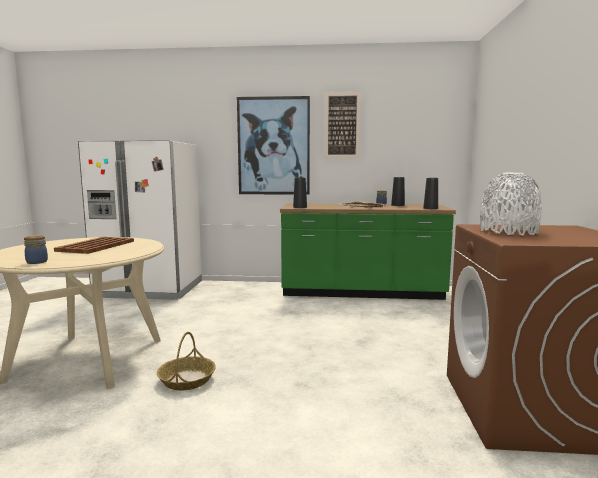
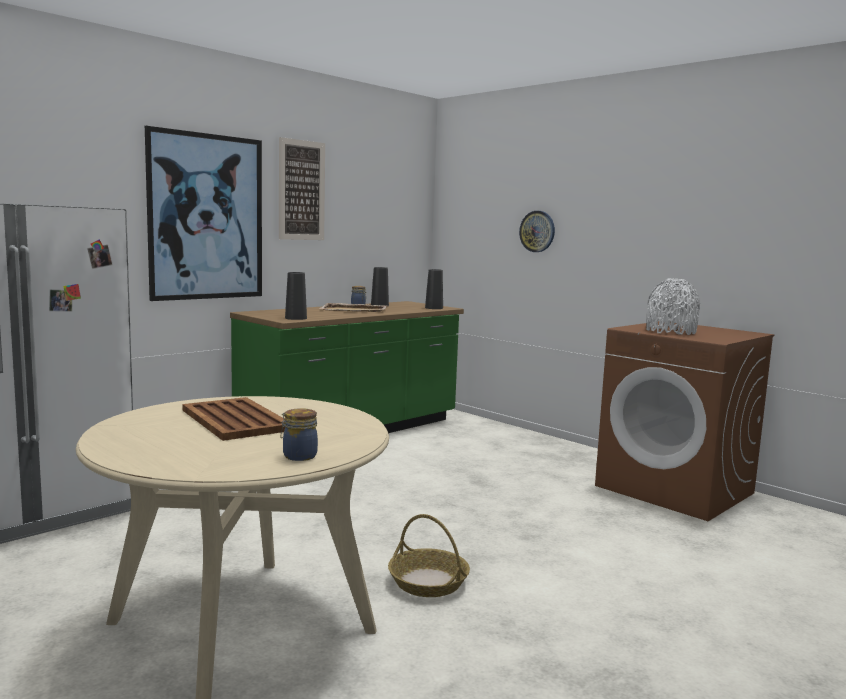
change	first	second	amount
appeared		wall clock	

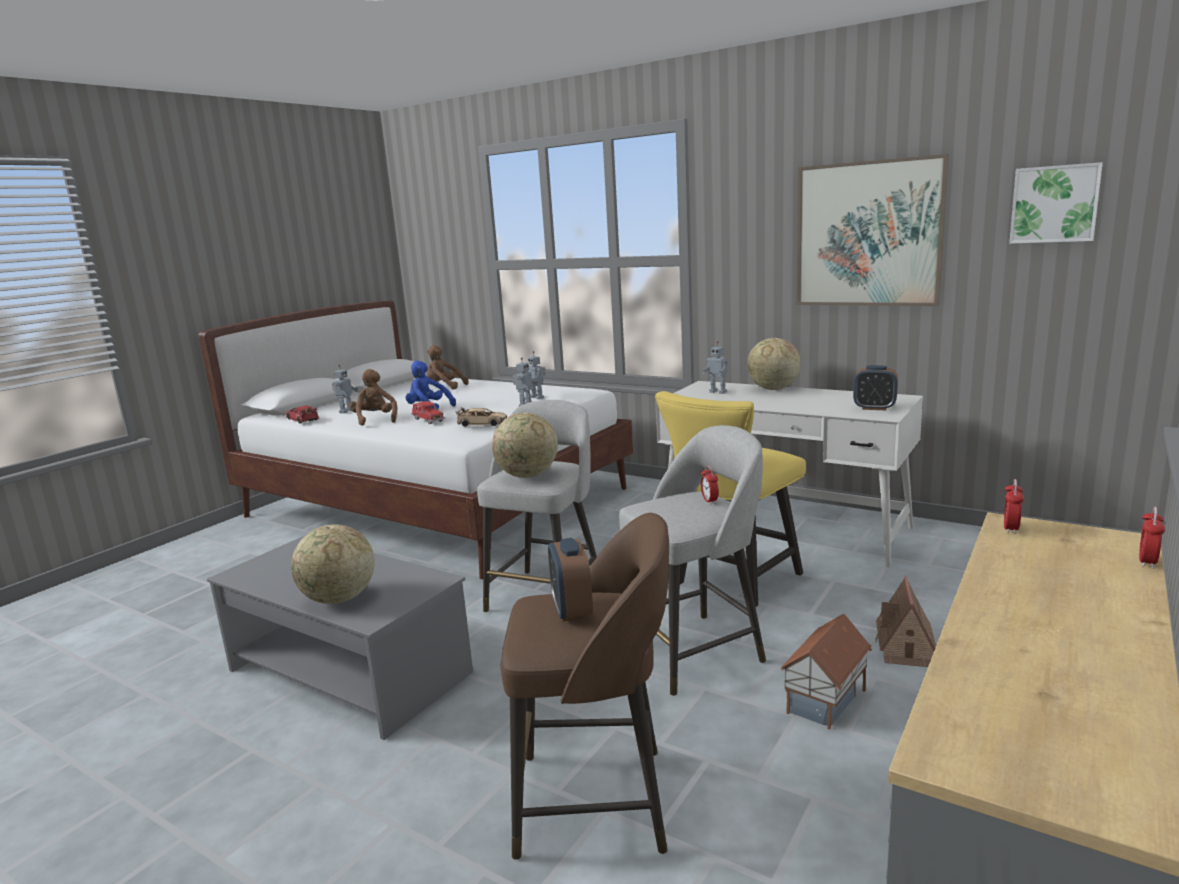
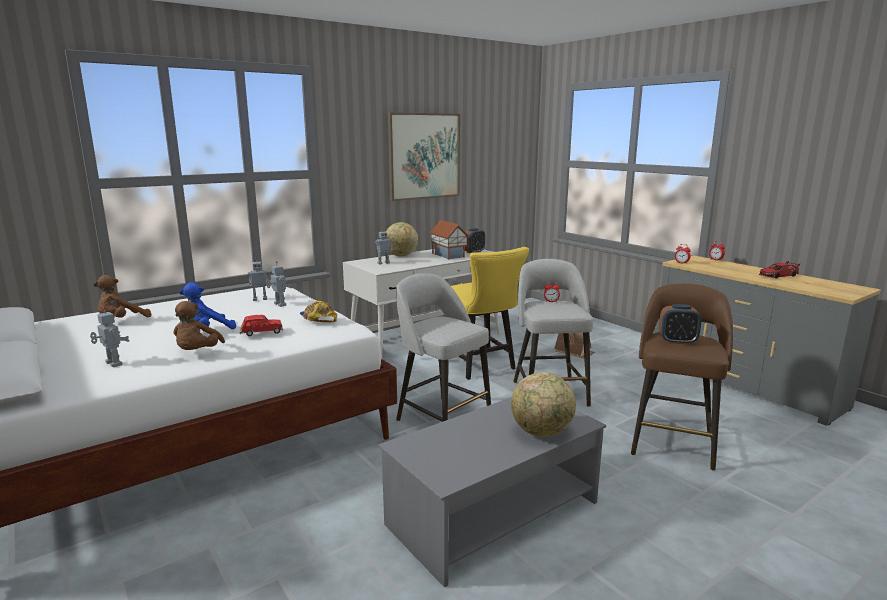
change	first	second	amount
spun	brownish cuddly toy (no. 1 from left in the first image)	brownish cuddly toy (no. 2 from left)	90 degrees counterclockwise
exchanged	beige model car	baseball cap	
relocated	model house (no. 1 from left)		
relocated	red model car (no. 1 from left in the first image)	red model car (no. 2 from left)	
missing	globe (no. 2 from left)		
missing	wall art (no. 2 from left)		

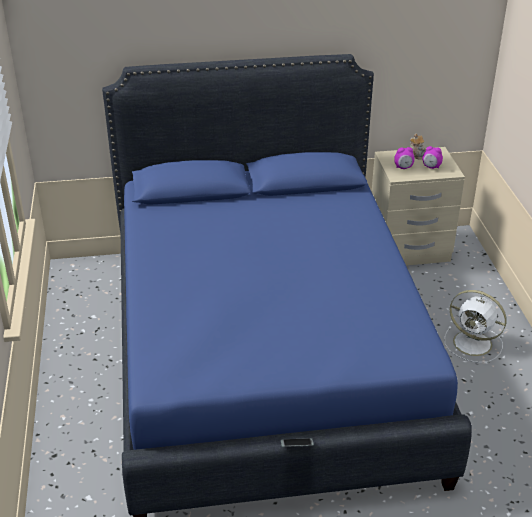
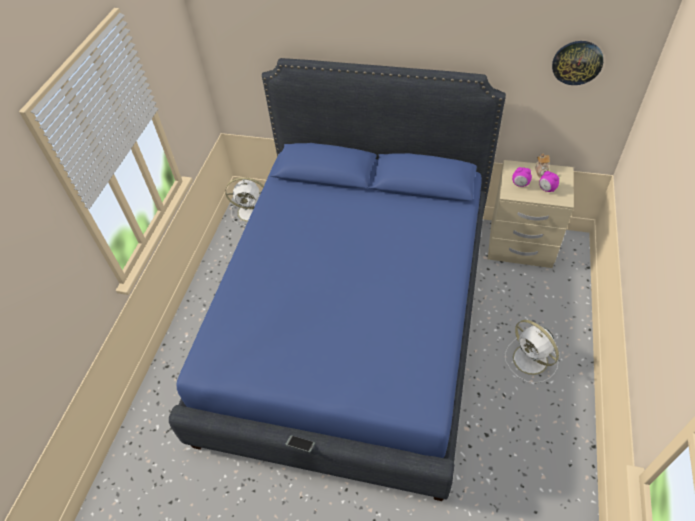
change	first	second	amount
appeared		white fan (no. 1 from left)	
appeared		wall clock	

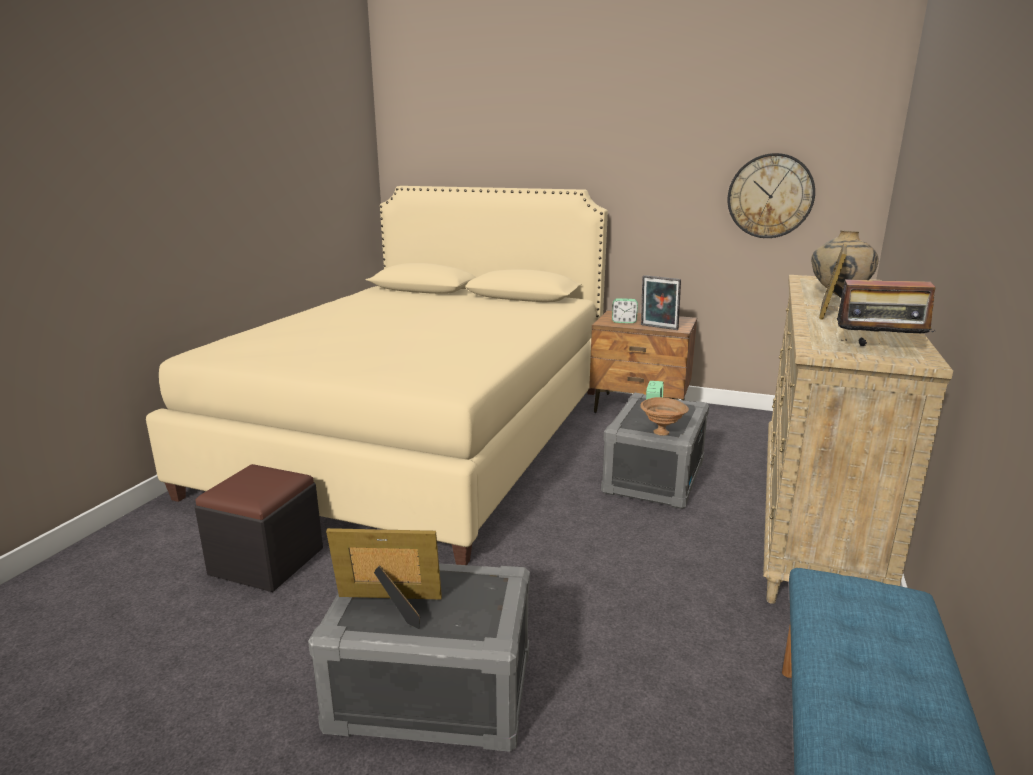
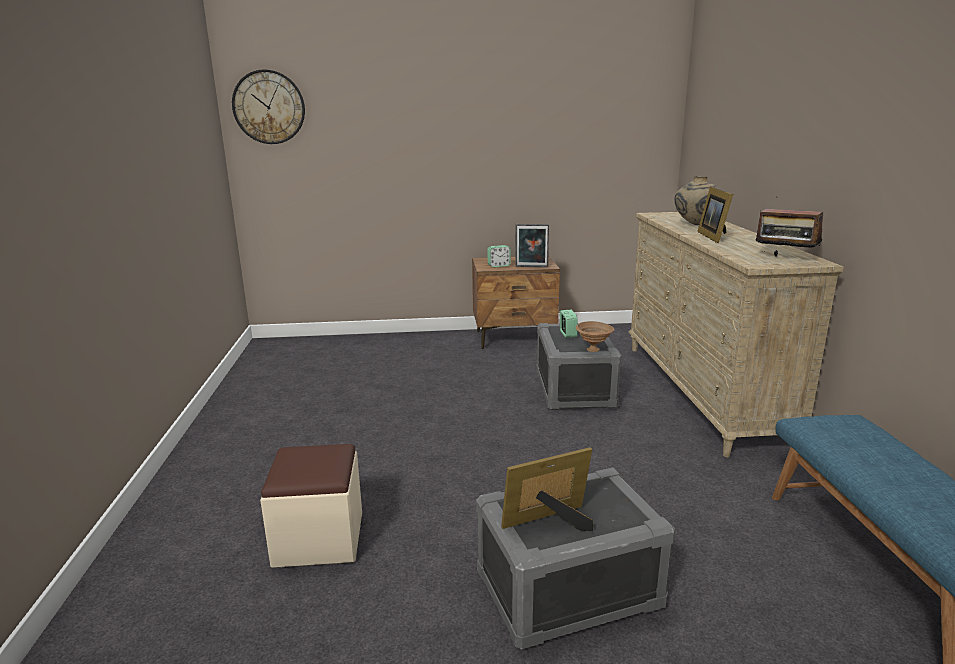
change	first	second	amount
relocated	wall clock		
colour	blackish footrest	beige footrest	
spun	radio set		45 degrees clockwise
missing	beige bedroom bed		

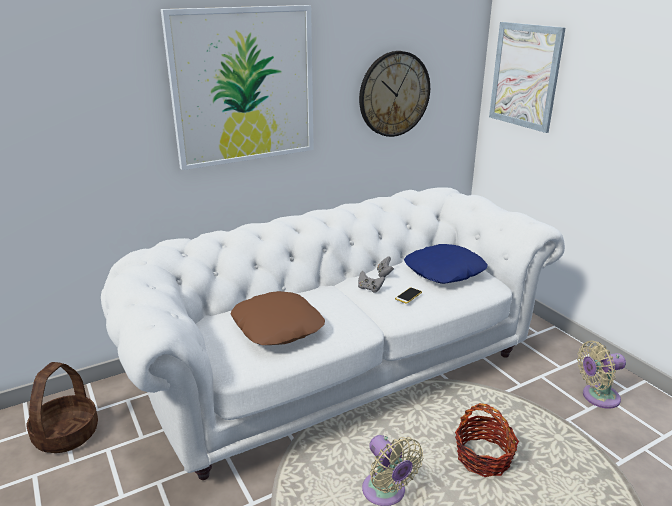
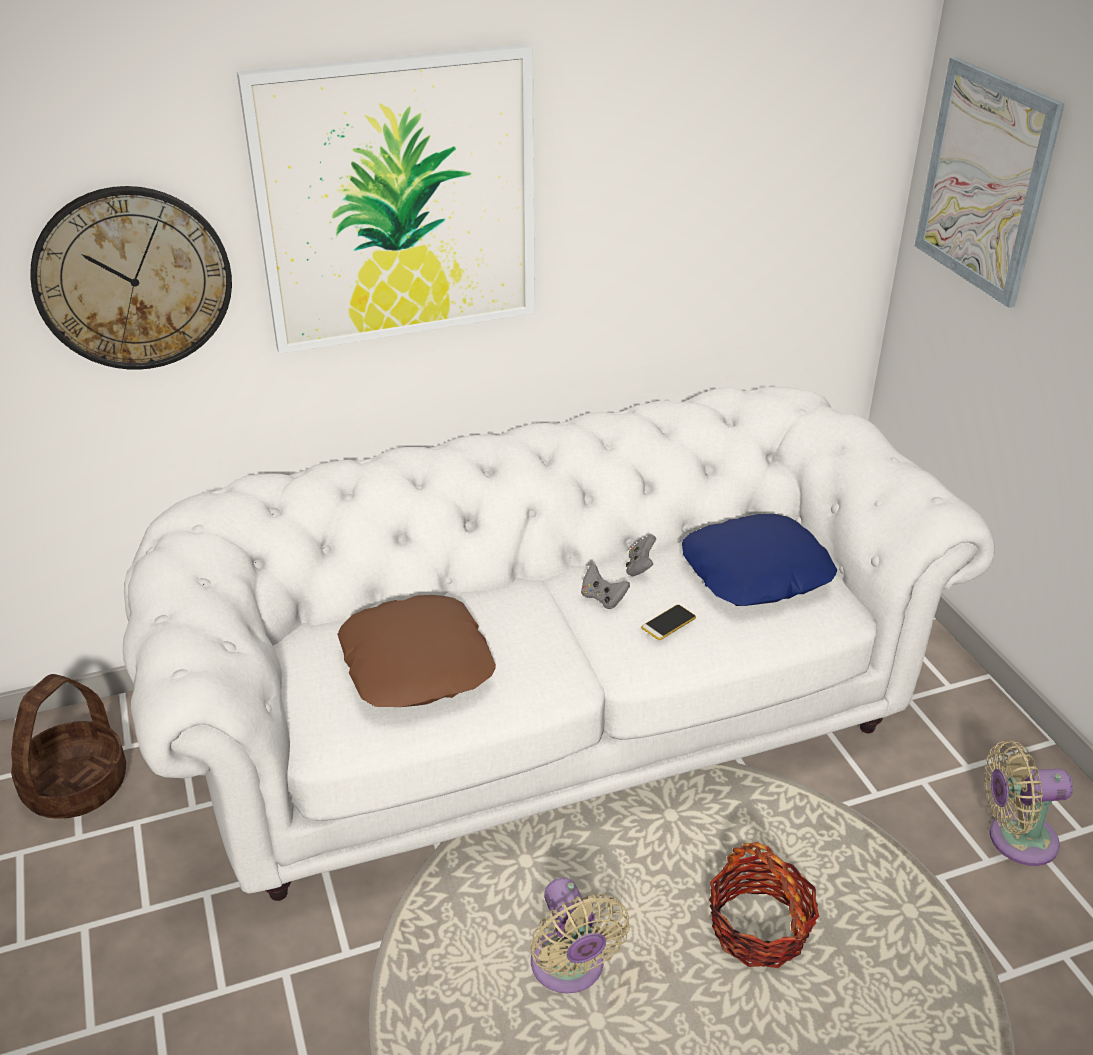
change	first	second	amount
relocated	wall clock		

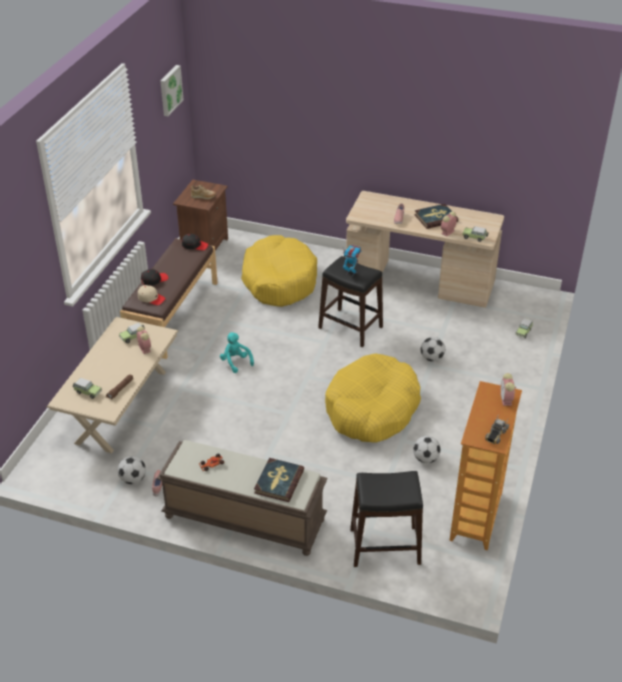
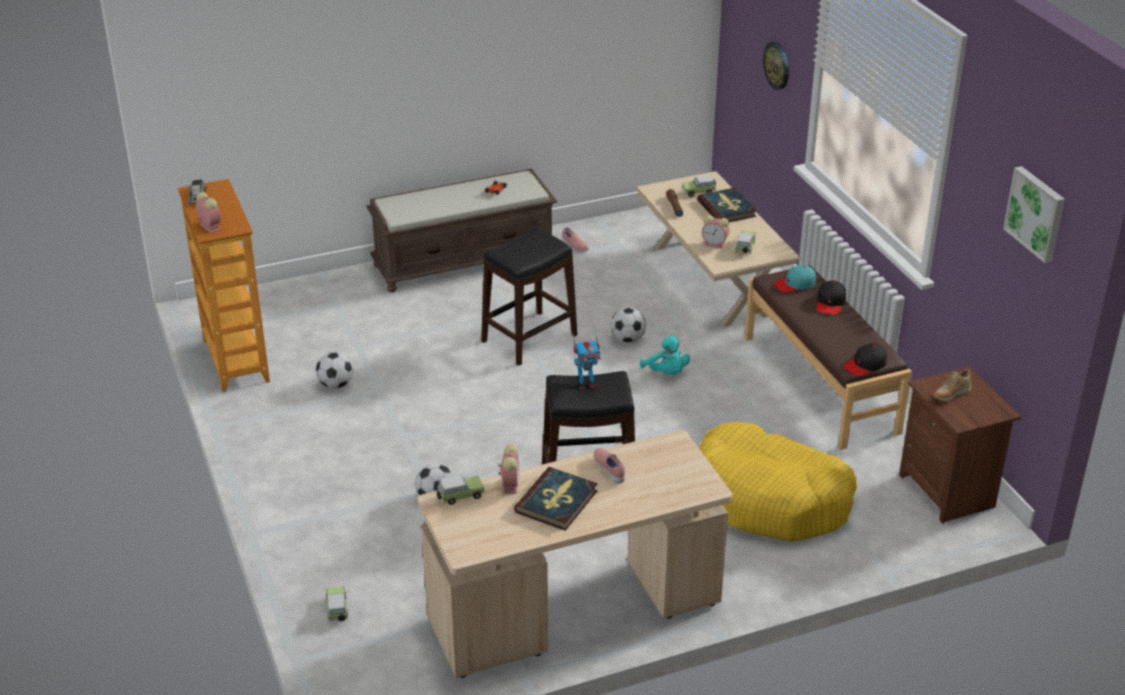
change	first	second	amount
relocated	blackish stool seat (no. 2 from left in the first image)	blackish stool seat (no. 1 from left)	
relocated	football (no. 1 from left in the first image)	football (no. 3 from left)	
spun	turquoise-coloured cuddly toy		45 degrees clockwise
relocated	book (no. 1 from left in the first image)	book (no. 2 from left)	
appeared		wall clock	
colour	beige baseball cap	turquoise-coloured baseball cap	
missing	yellow dog cushion (no. 2 from left)		

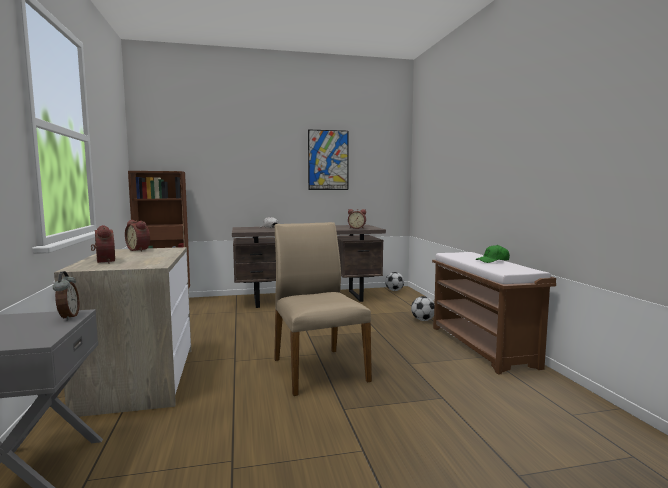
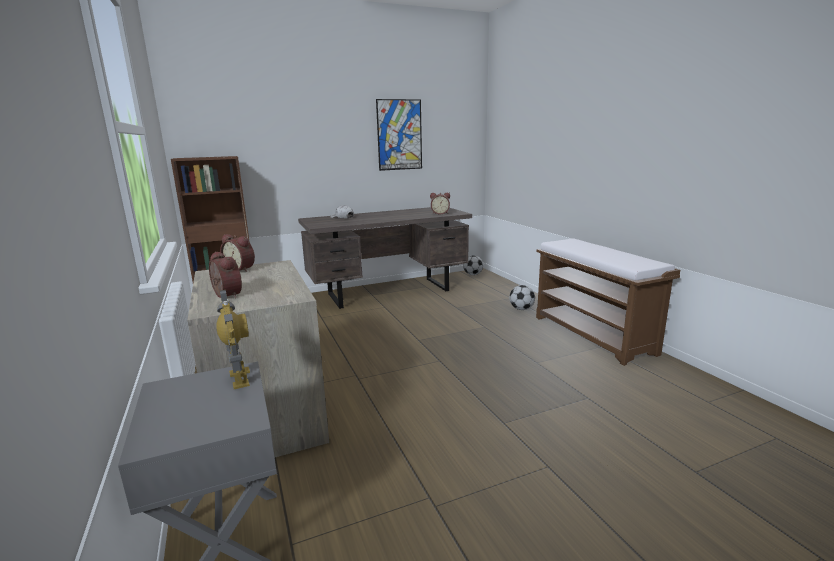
change	first	second	amount
exchanged	table clock (no. 1 from left)	toy robot	
missing	beige chair		
missing	green-coloured baseball cap		

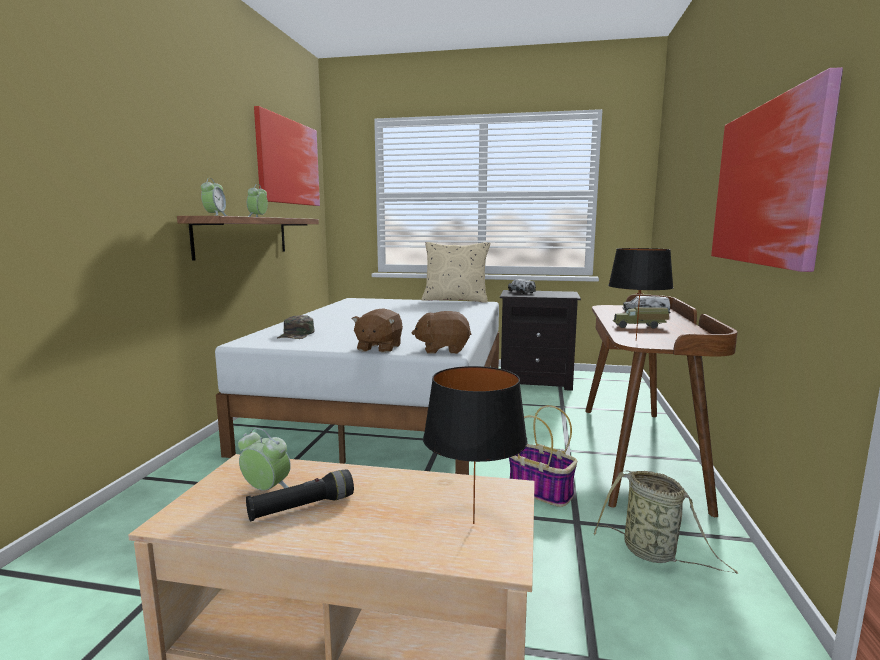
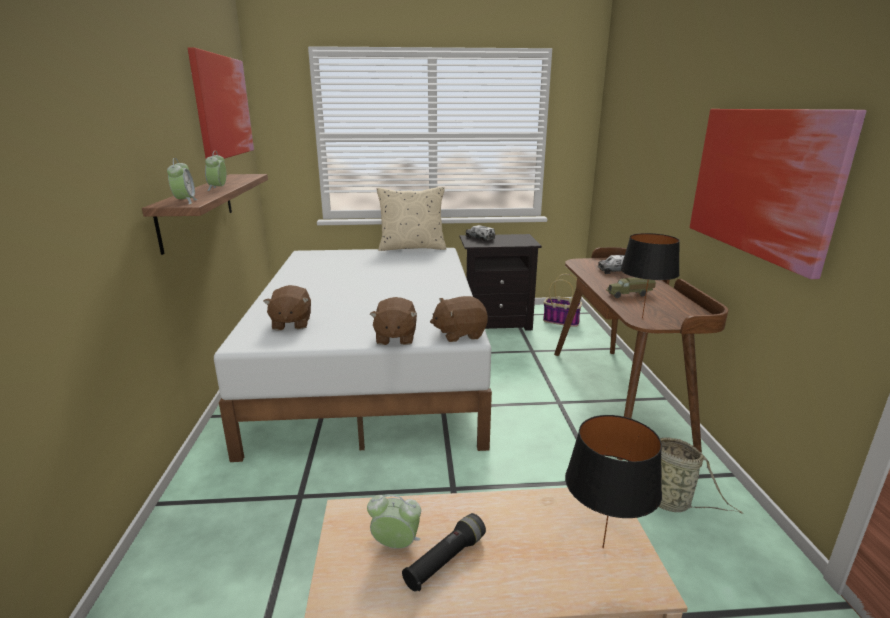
change	first	second	amount
exchanged	green-coloured baseball cap	brownish cuddly toy (no. 1 from left)	
relocated	storage basket (no. 1 from left)		

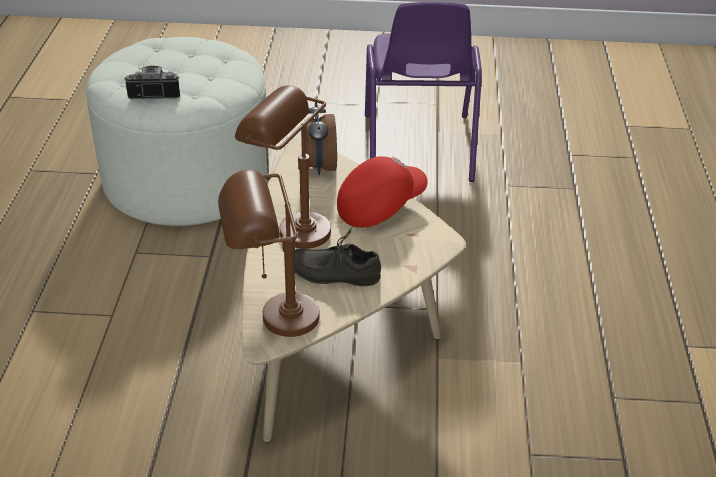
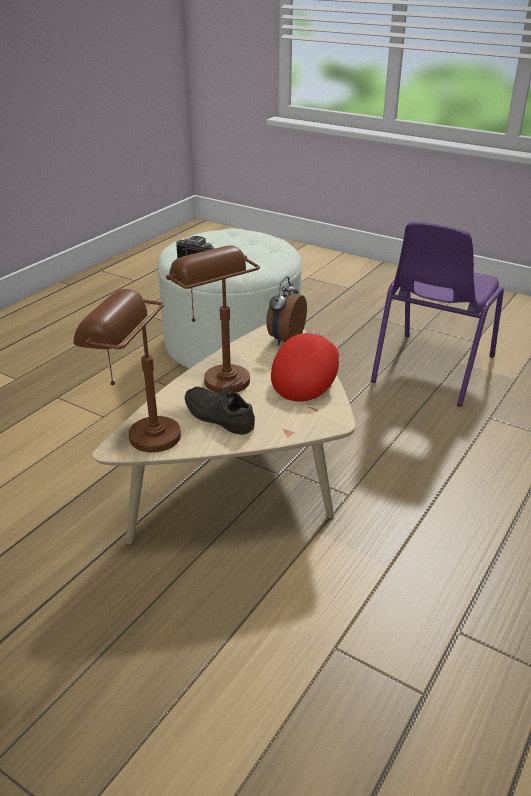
change	first	second	amount
spun	red baseball cap		60 degrees counterclockwise

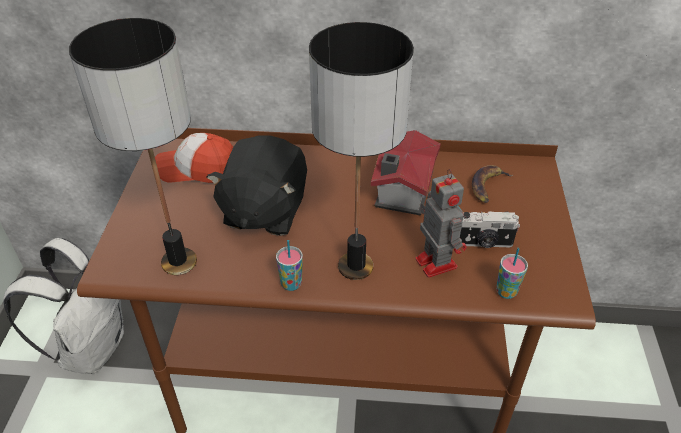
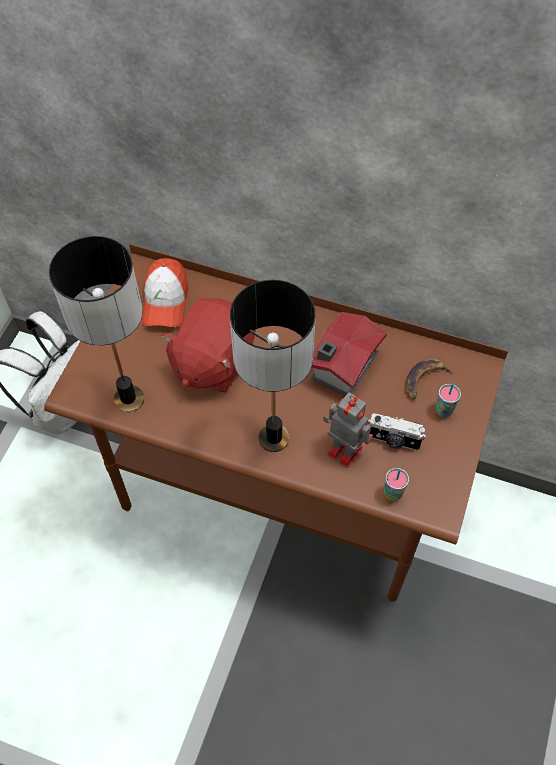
change	first	second	amount
spun	baseball cap		105 degrees counterclockwise
colour	blackish cuddly toy	red cuddly toy	
spun	toy robot		45 degrees counterclockwise
relocated	drinking cup (no. 1 from left in the first image)	drinking cup (no. 2 from left)	

